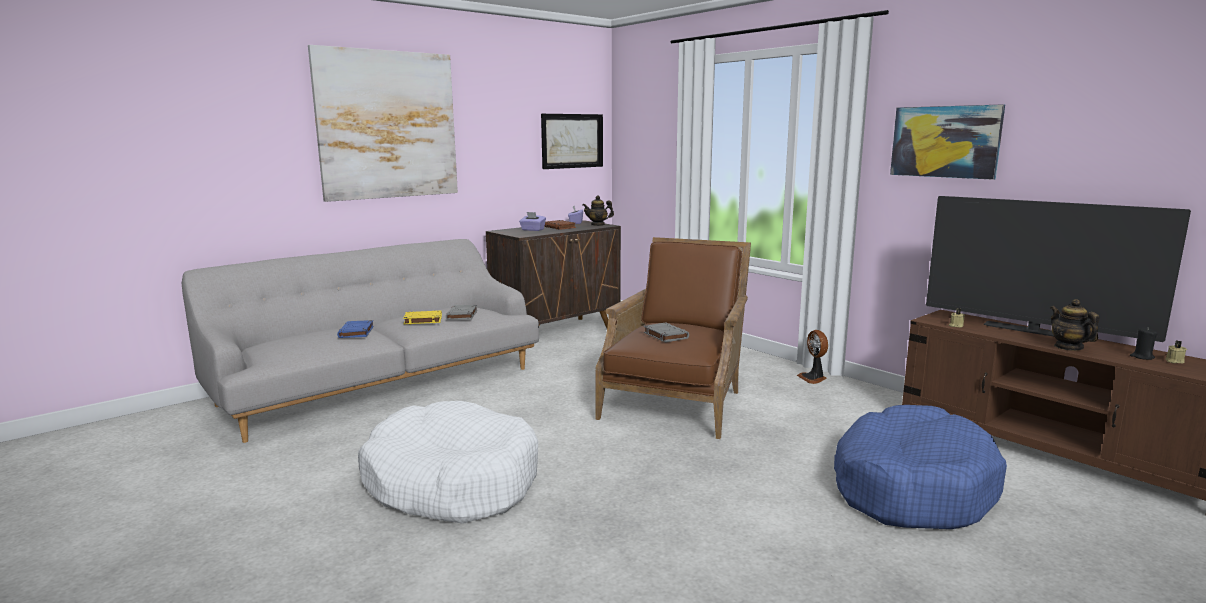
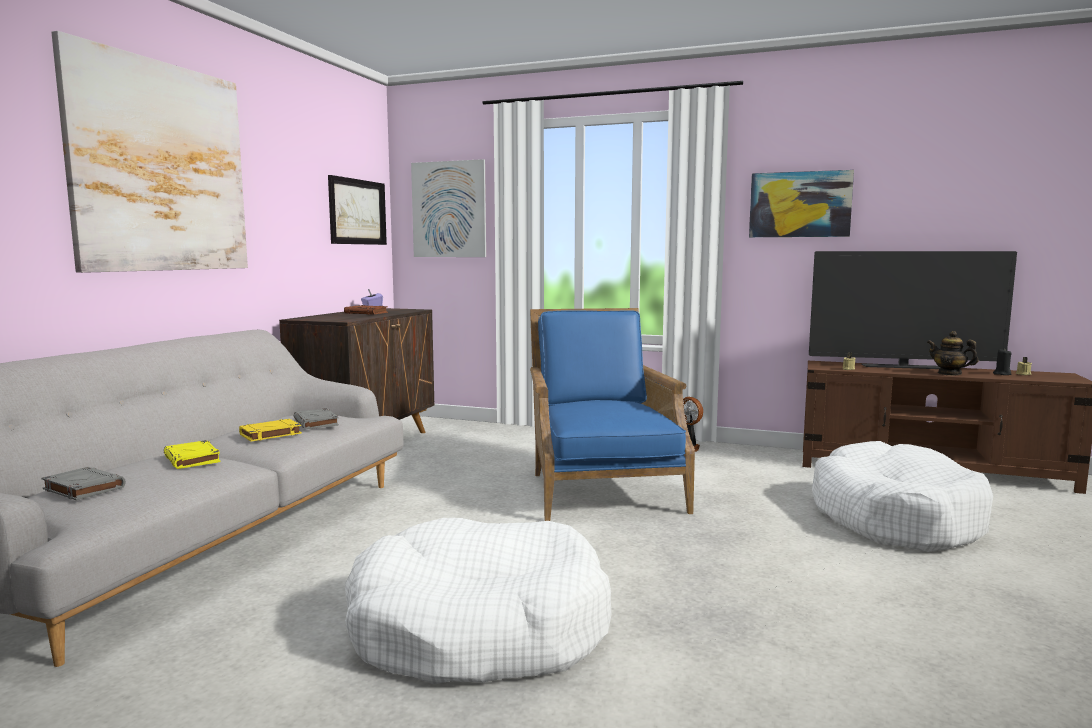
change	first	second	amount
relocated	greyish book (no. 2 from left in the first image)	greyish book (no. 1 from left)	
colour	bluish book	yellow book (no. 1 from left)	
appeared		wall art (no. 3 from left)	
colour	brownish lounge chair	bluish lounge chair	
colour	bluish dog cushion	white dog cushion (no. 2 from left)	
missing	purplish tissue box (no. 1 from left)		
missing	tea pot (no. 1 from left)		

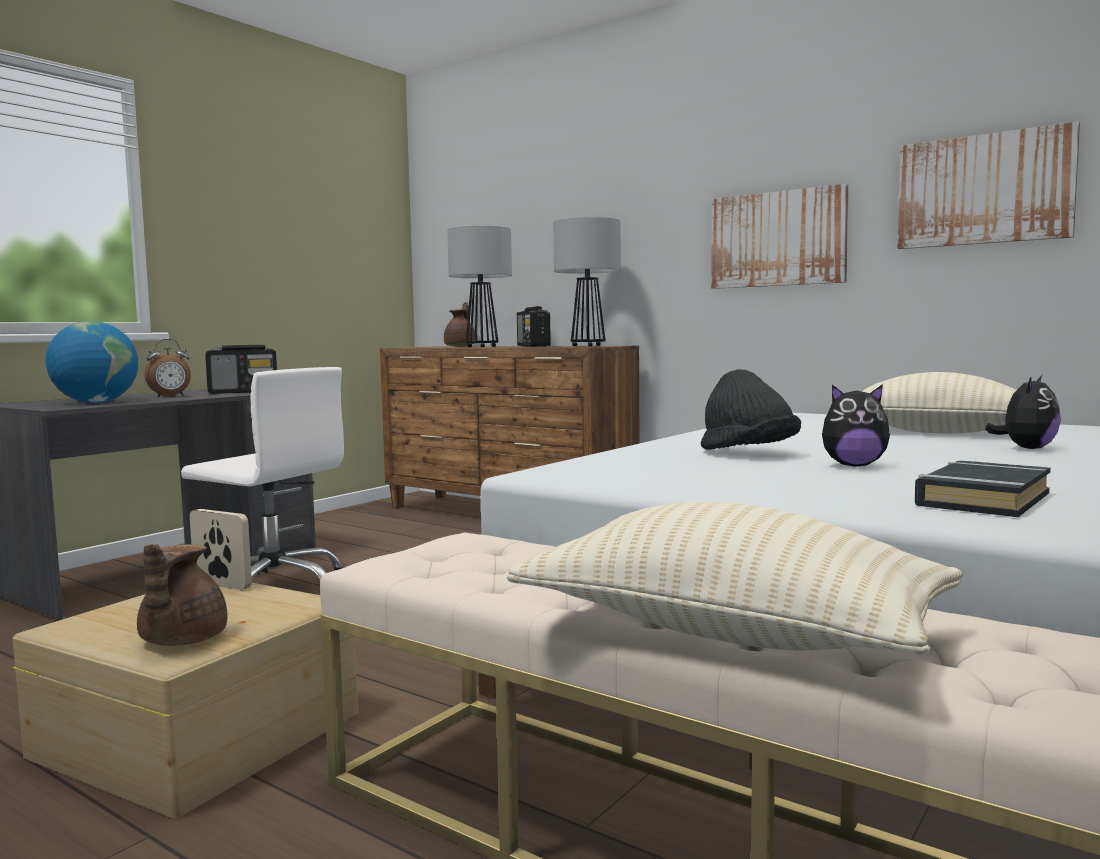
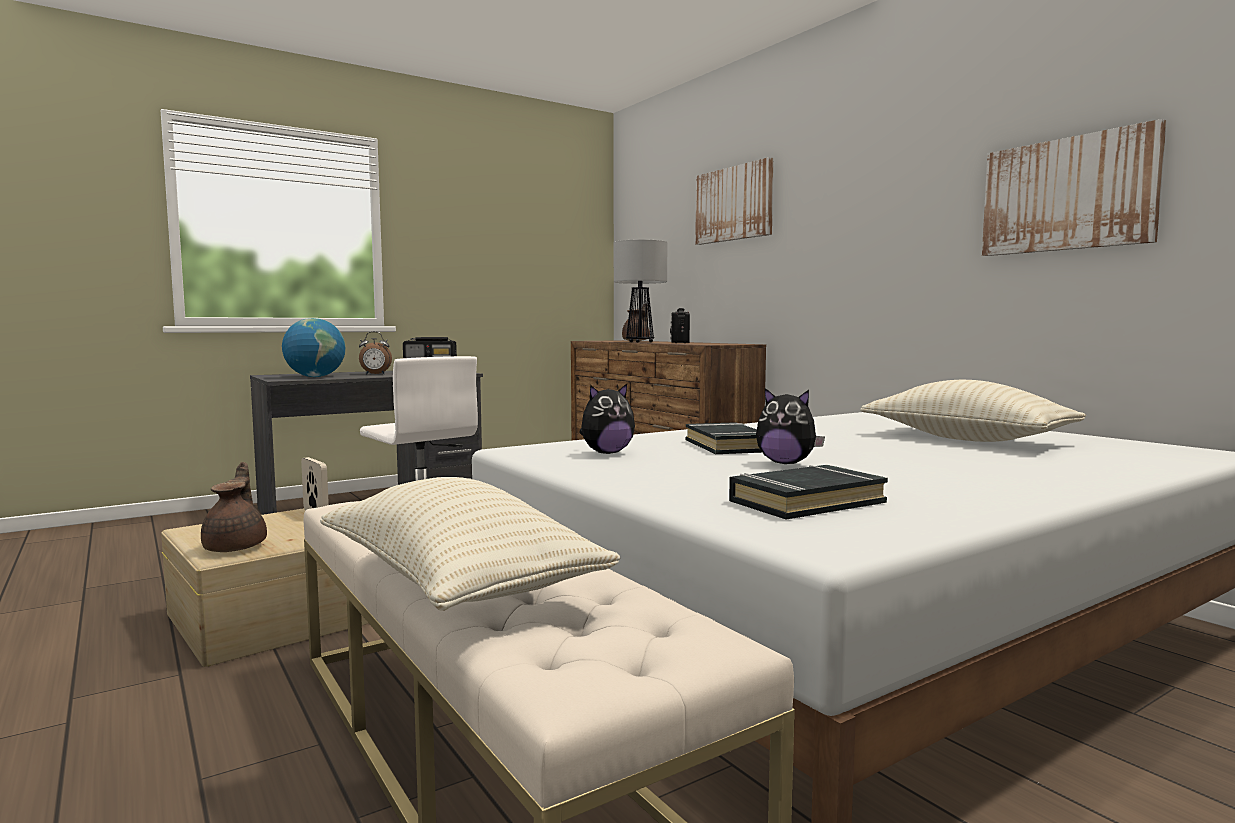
change	first	second	amount
spun	brownish tea pot (no. 1 from left)		150 degrees clockwise
relocated	cuddly toy (no. 2 from left in the first image)	cuddly toy (no. 1 from left)	
exchanged	blackish wearable hat	blackish book (no. 1 from left)	
relocated	wall art (no. 1 from left)		
missing	lamp for a table (no. 2 from left)		

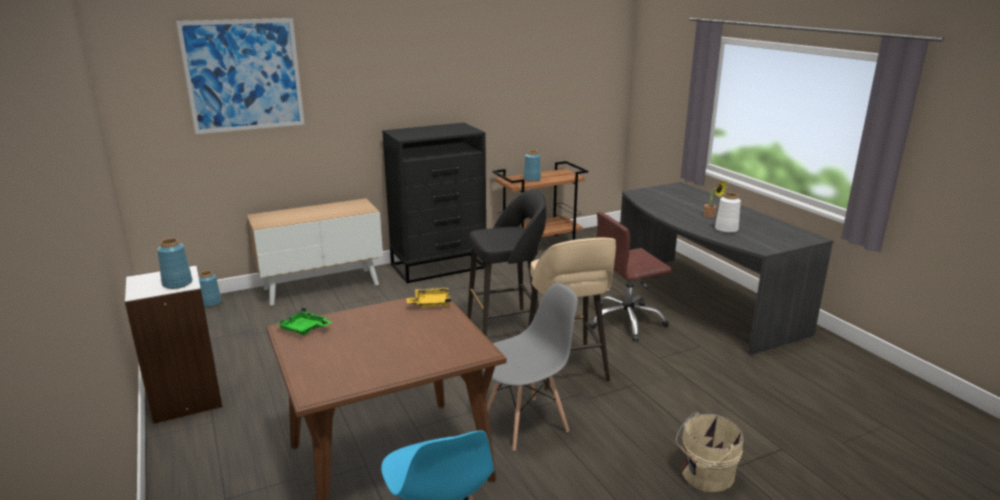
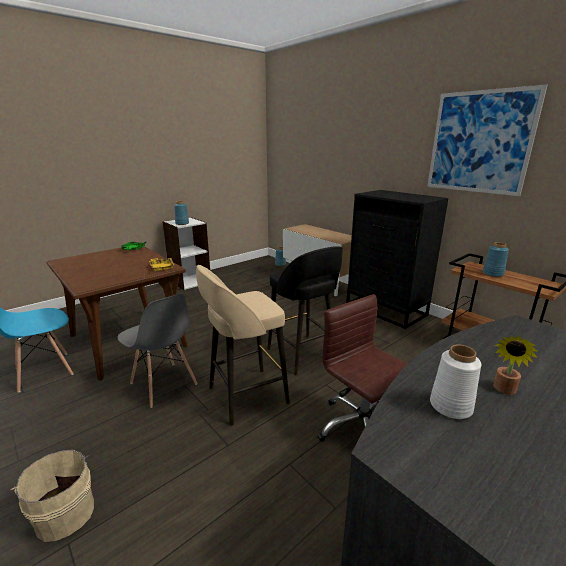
change	first	second	amount
relocated	wall art		

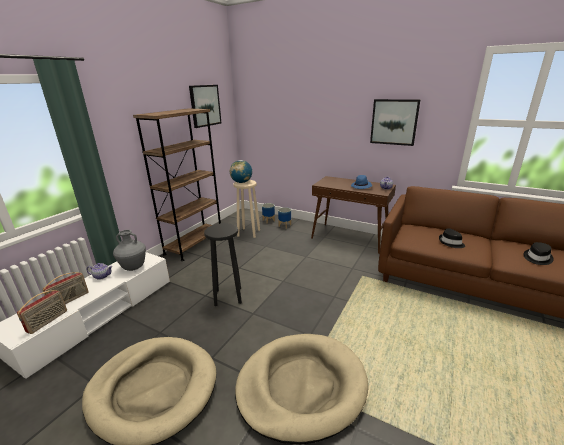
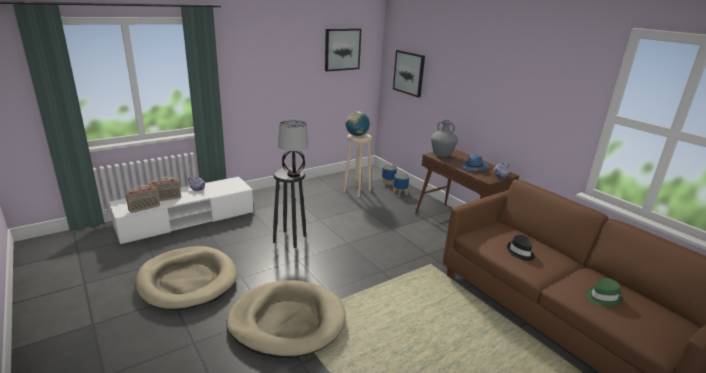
change	first	second	amount
appeared		lamp for a table	
relocated	wall art (no. 2 from left)		
relocated	greyish flower vase		
colour	blackish wearable hat (no. 2 from left)	green-coloured wearable hat	
missing	brownish bookcase		

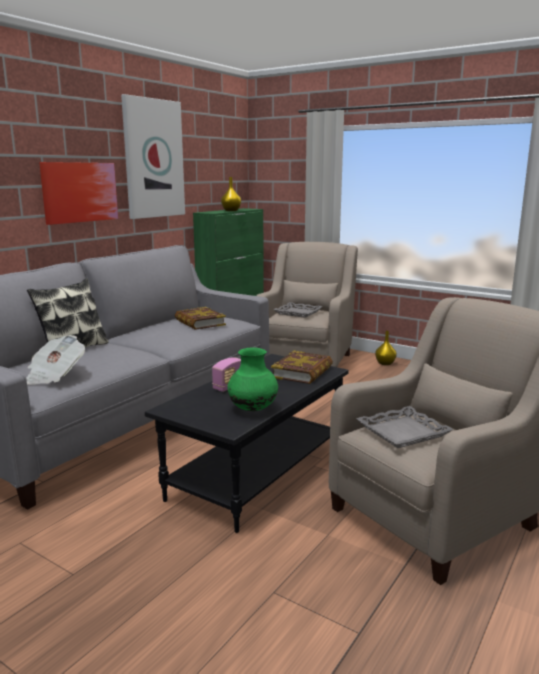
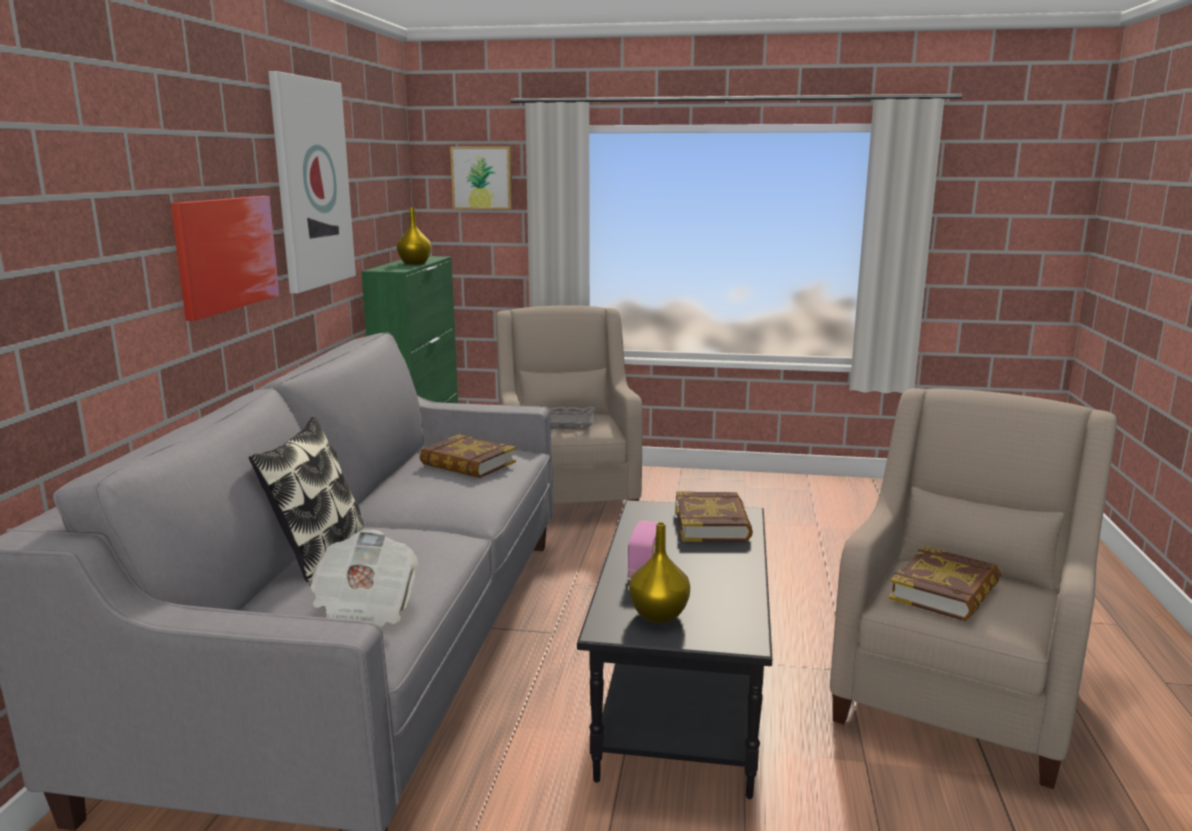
change	first	second	amount
appeared		wall art (no. 3 from left)	
relocated	yellow flower vase (no. 2 from left)		
exchanged	greyish carrying tray (no. 2 from left)	book (no. 3 from left)	
missing	green-coloured flower vase		

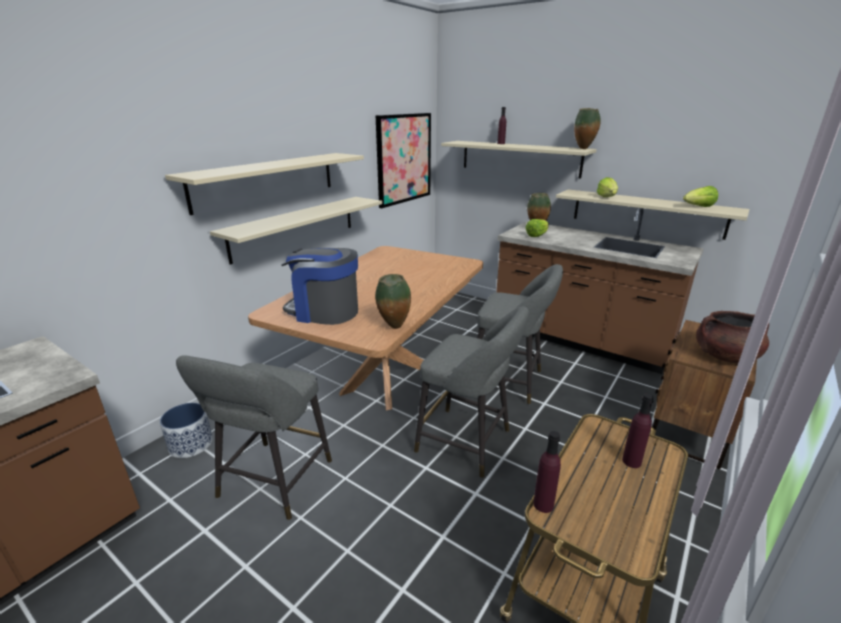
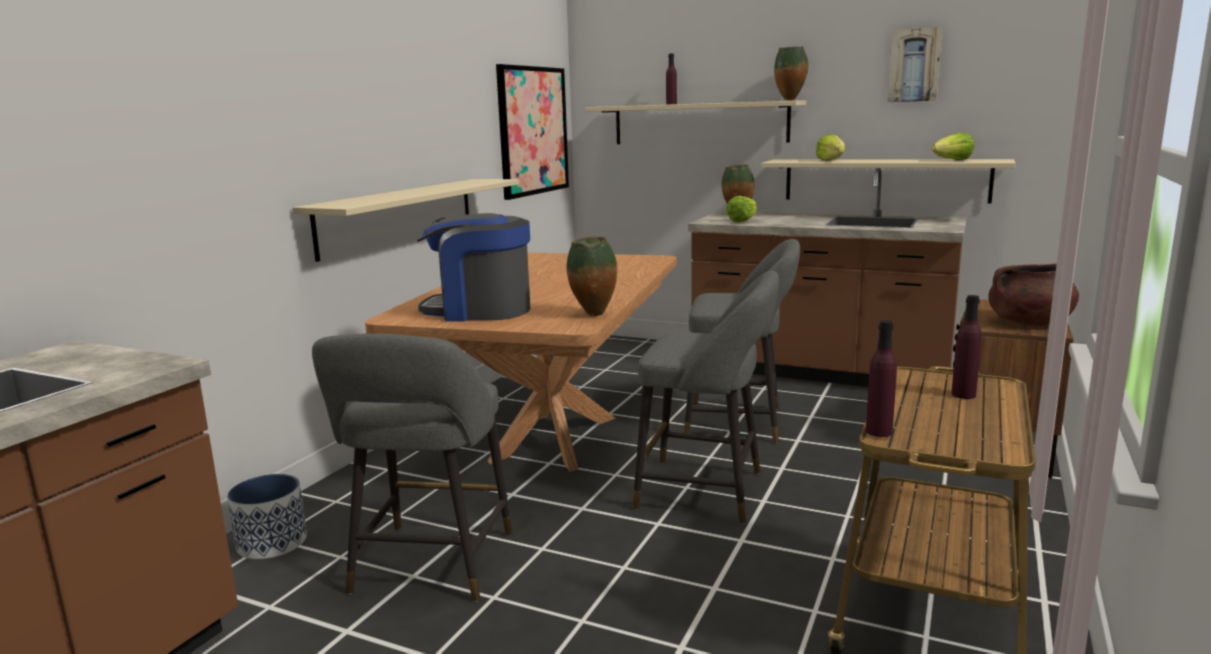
change	first	second	amount
appeared		wall art (no. 2 from left)	
missing	beige bracket shelf (no. 1 from left)		

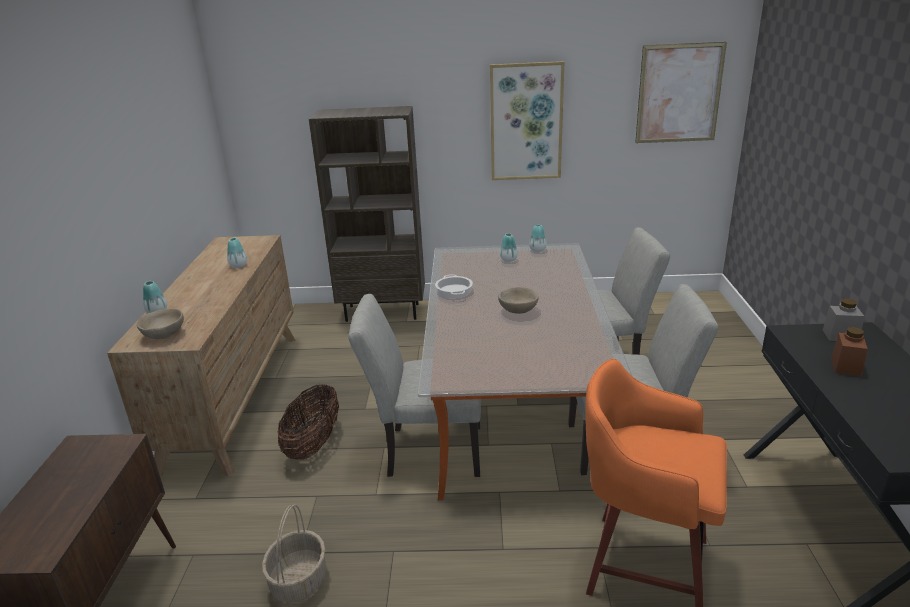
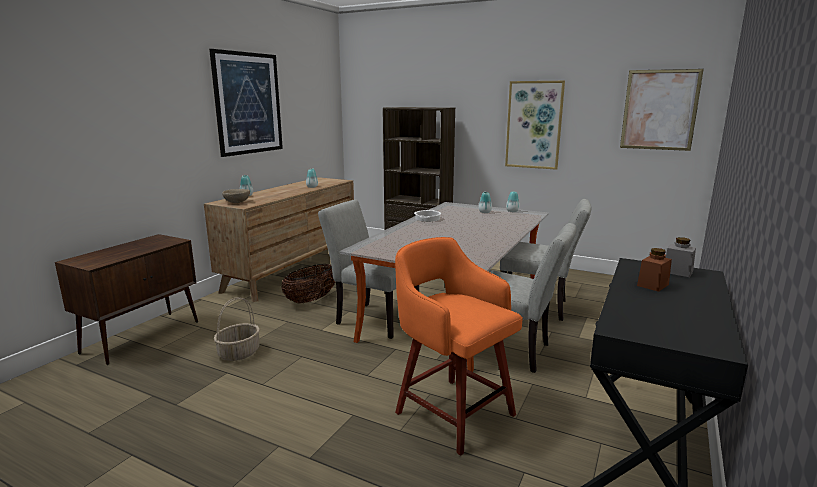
change	first	second	amount
appeared		wall art (no. 1 from left)	
missing	beige serving bowl (no. 2 from left)		

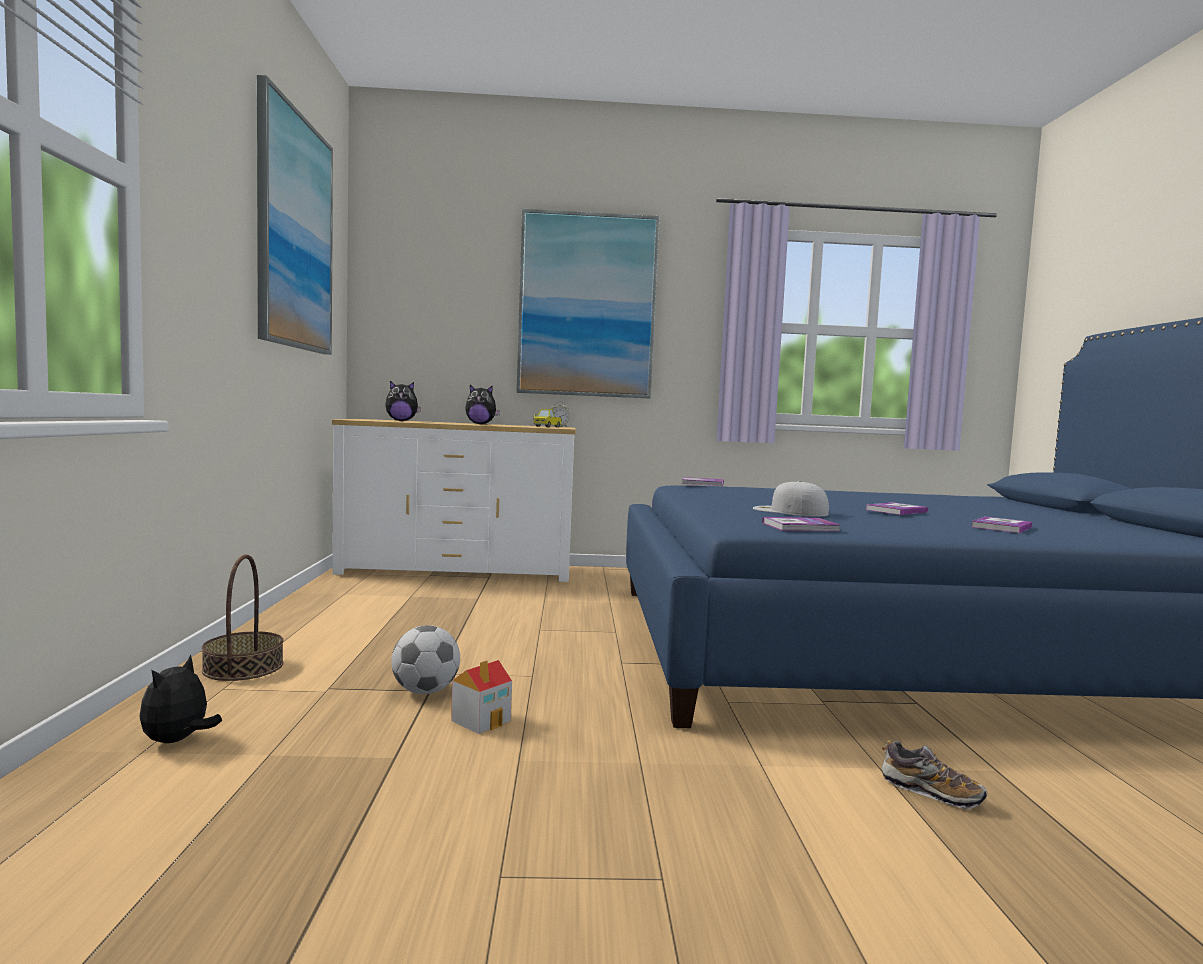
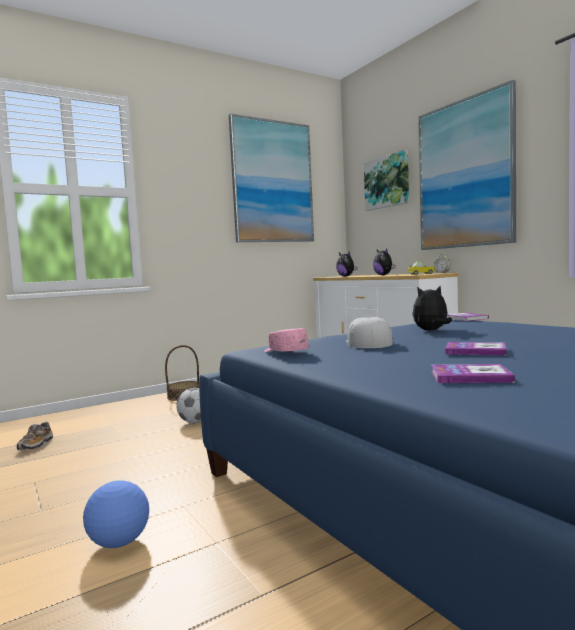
change	first	second	amount
relocated	item of footwear		
appeared		football (no. 1 from left)	
exchanged	book (no. 2 from left)	pink baseball cap	
appeared		wall art (no. 2 from left)	
relocated	cuddly toy (no. 1 from left in the first image)	cuddly toy (no. 3 from left)	
missing	model house		

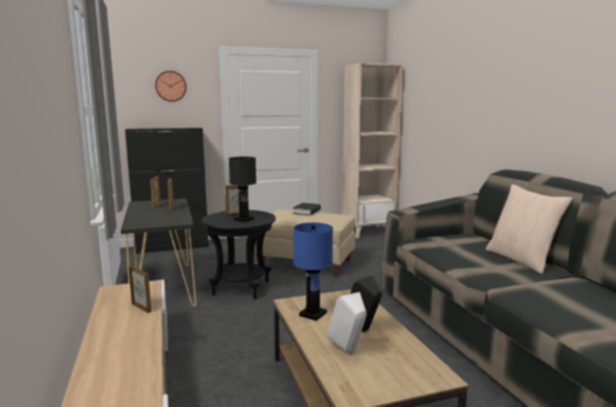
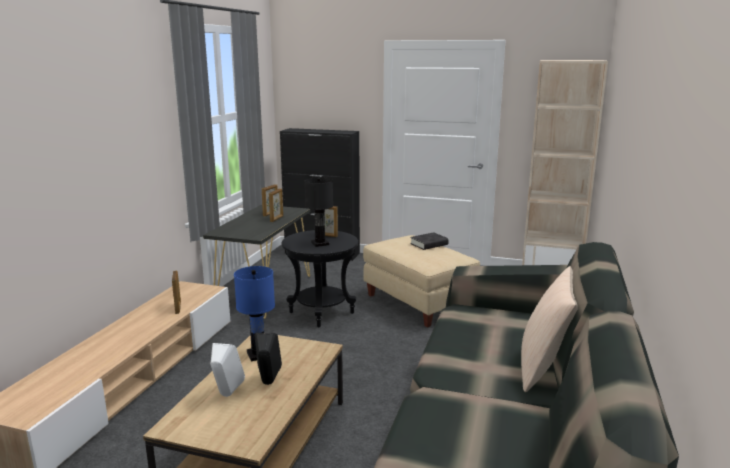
change	first	second	amount
missing	wall clock		

